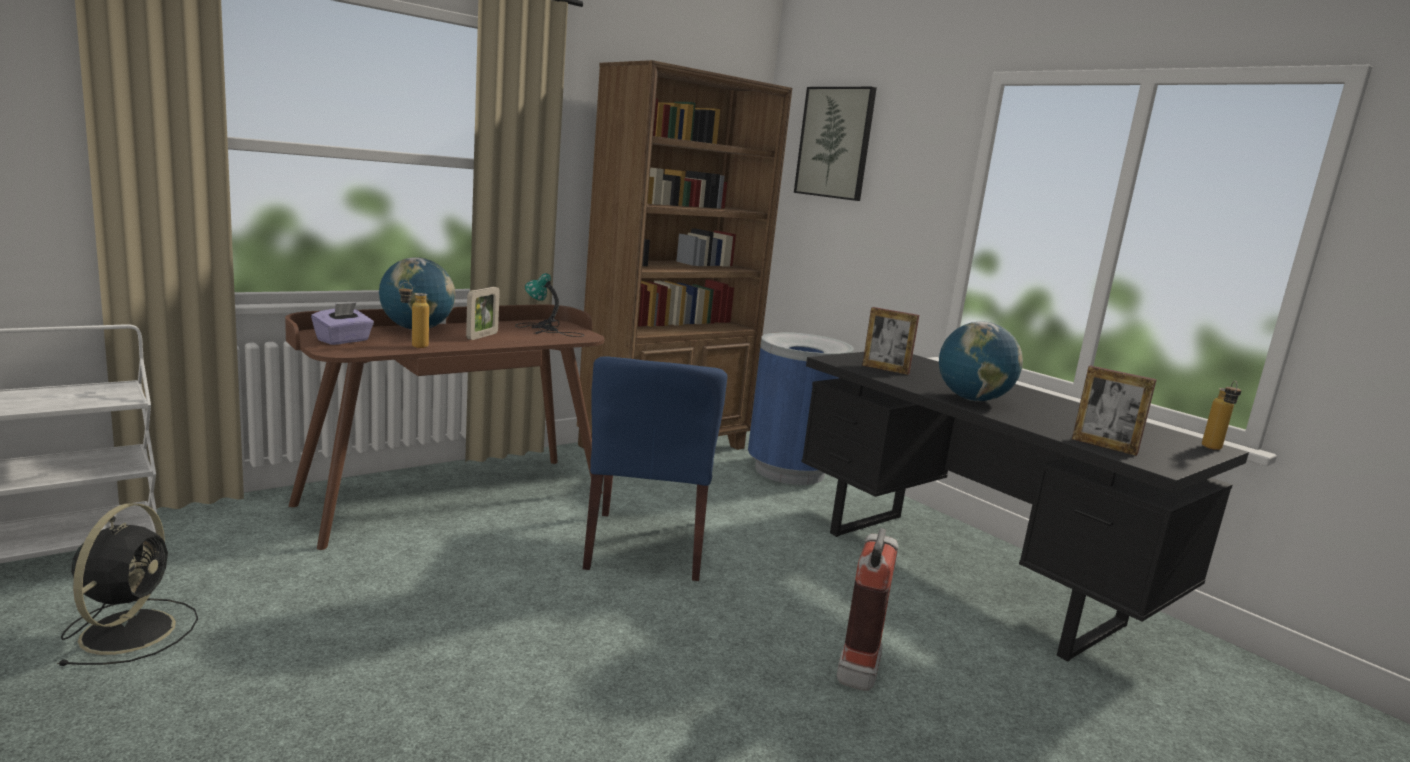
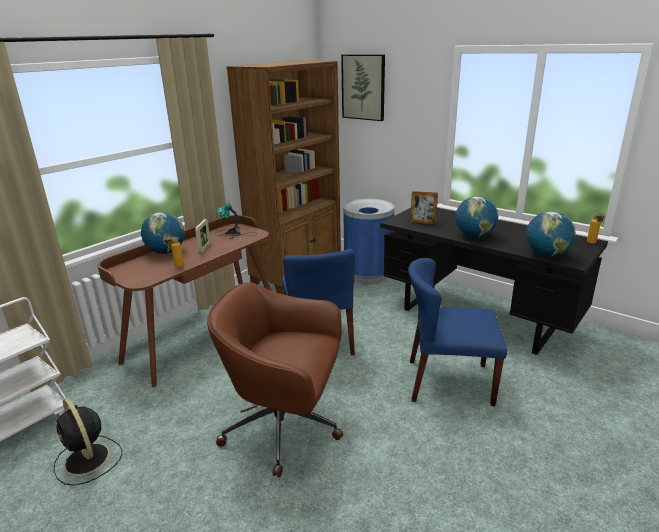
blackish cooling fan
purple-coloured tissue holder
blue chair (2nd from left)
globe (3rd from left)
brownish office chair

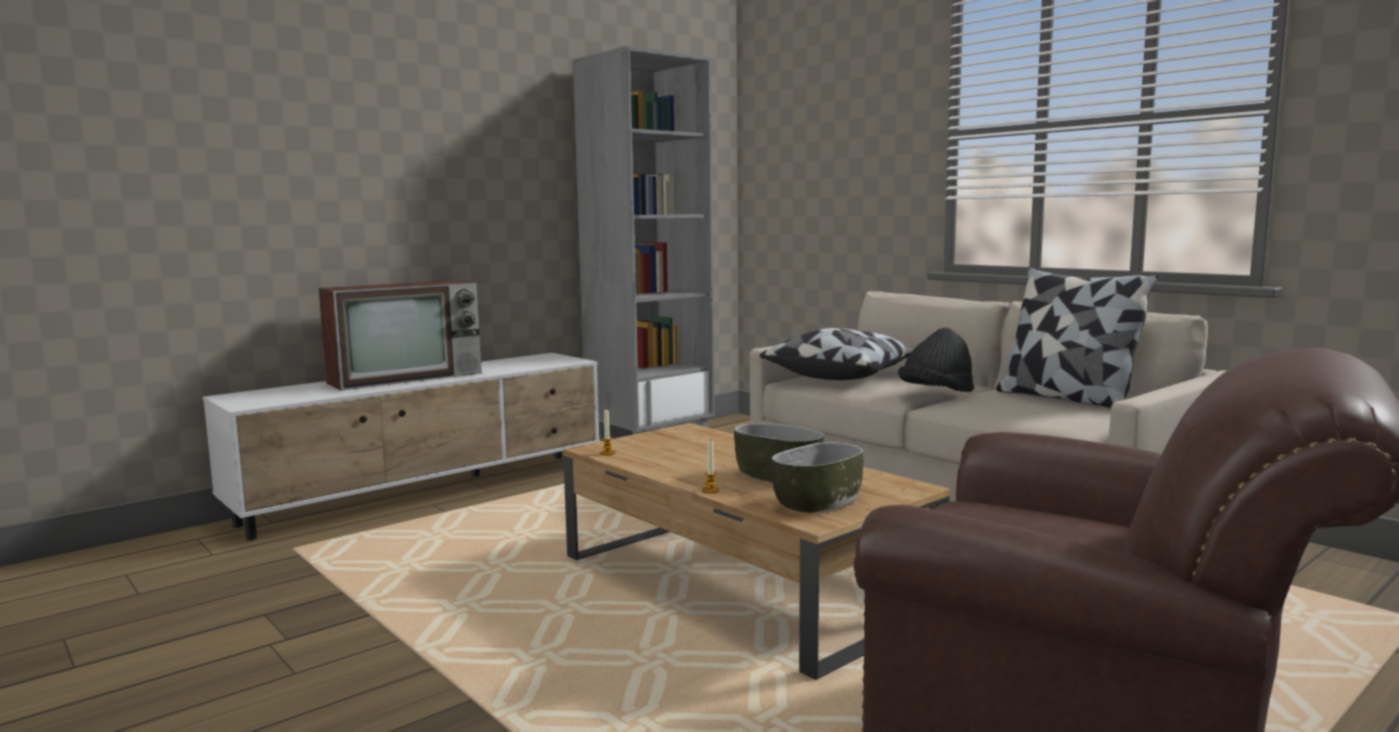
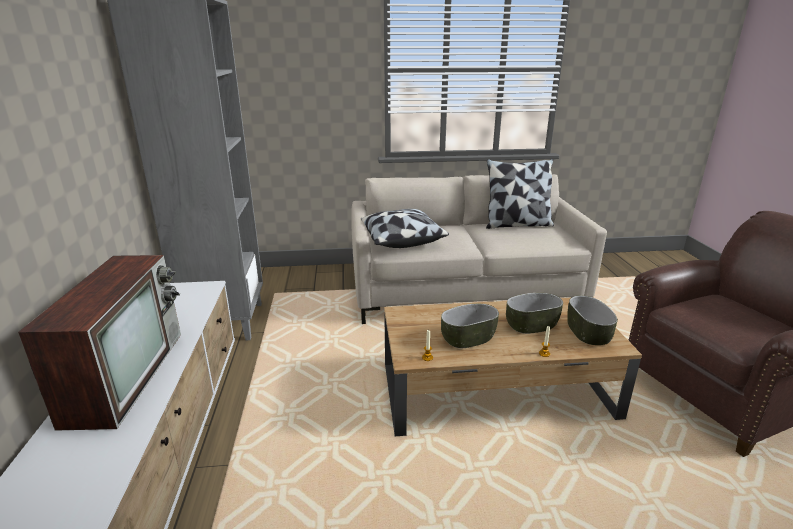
blackish wearable hat
bowl (1st from left)

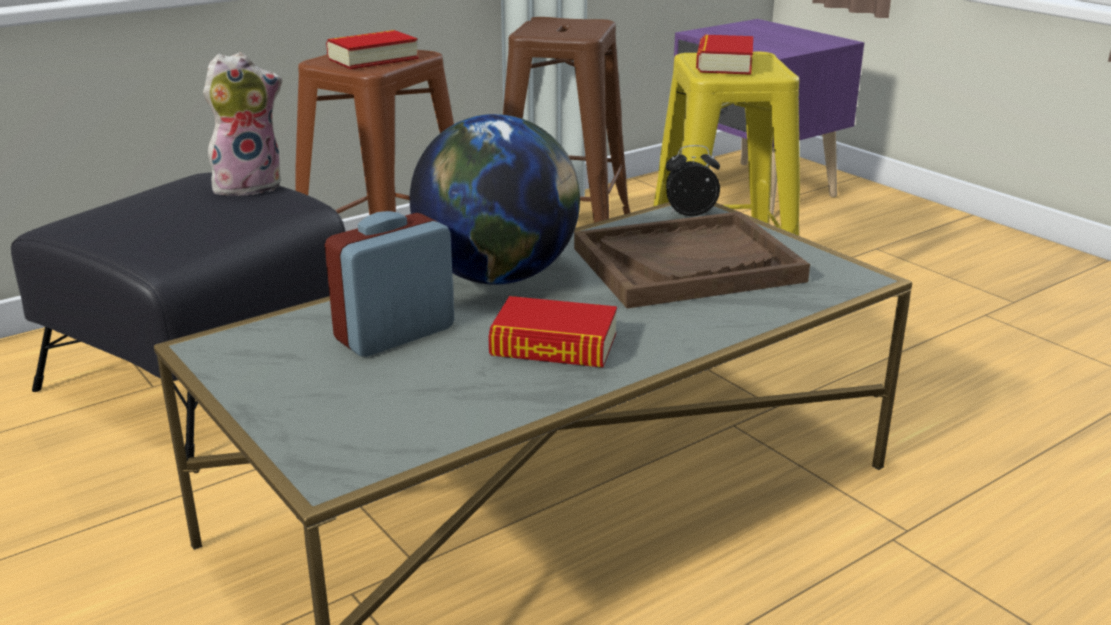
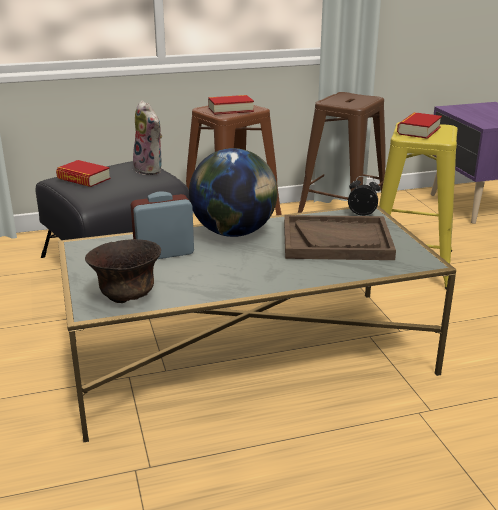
cuddly toy
volume (1st from left)
brownish bowl

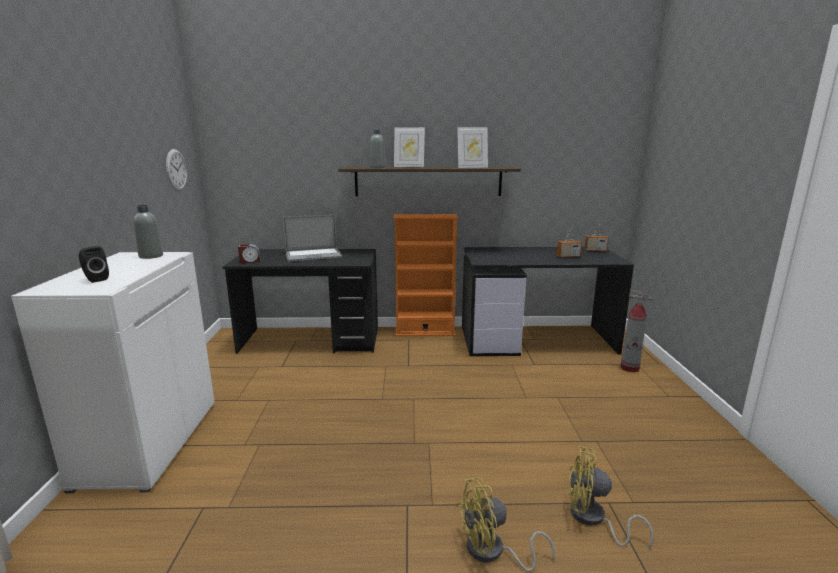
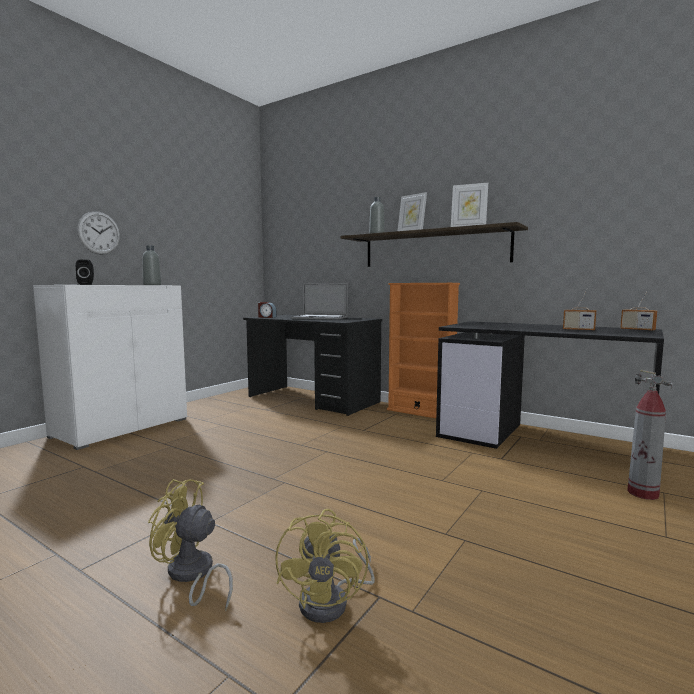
wall clock
yellow-coloured cooling fan (2nd from left)

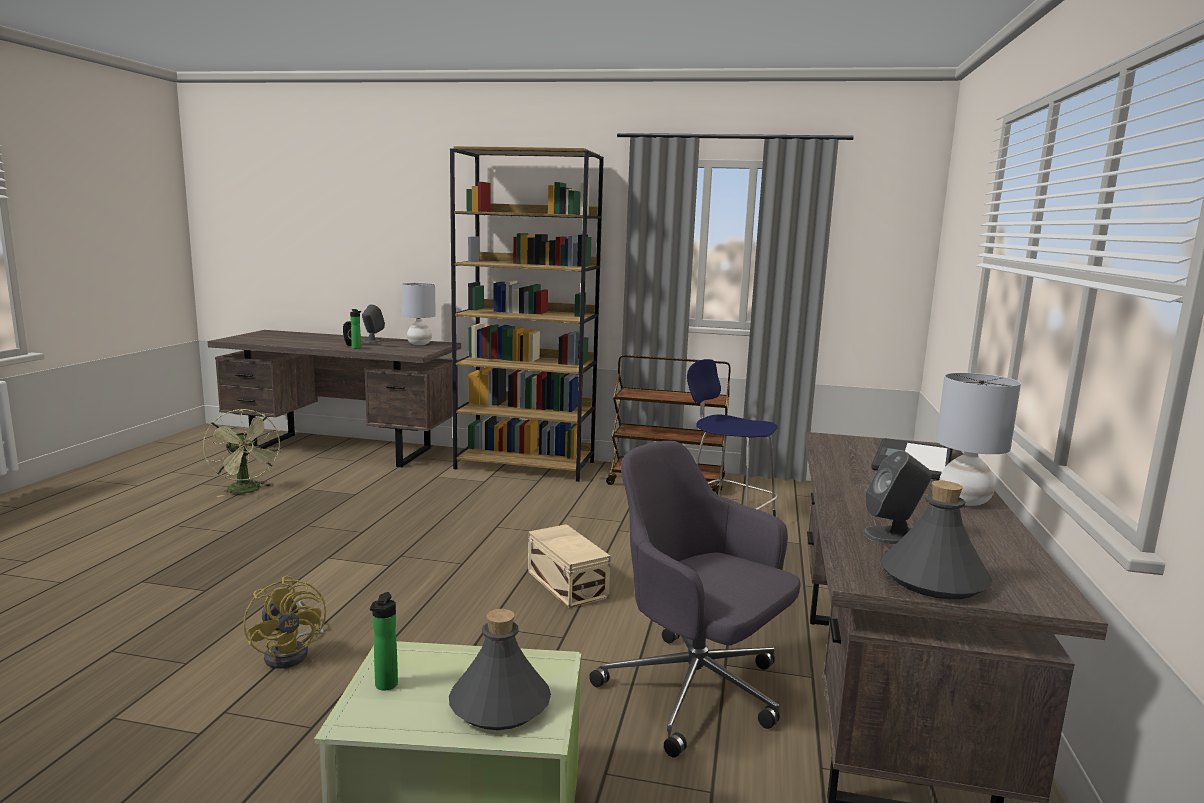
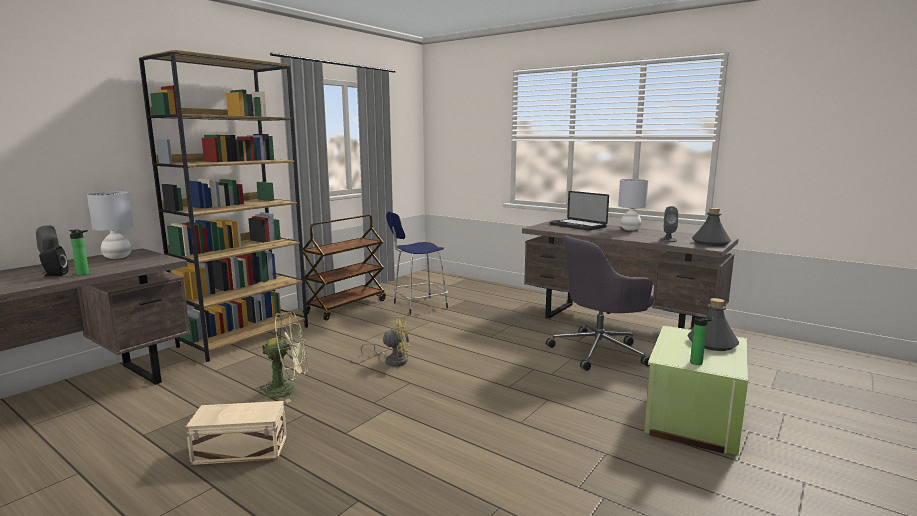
green-coloured cooling fan
yellow-coloured cooling fan
beige-coloured storage container

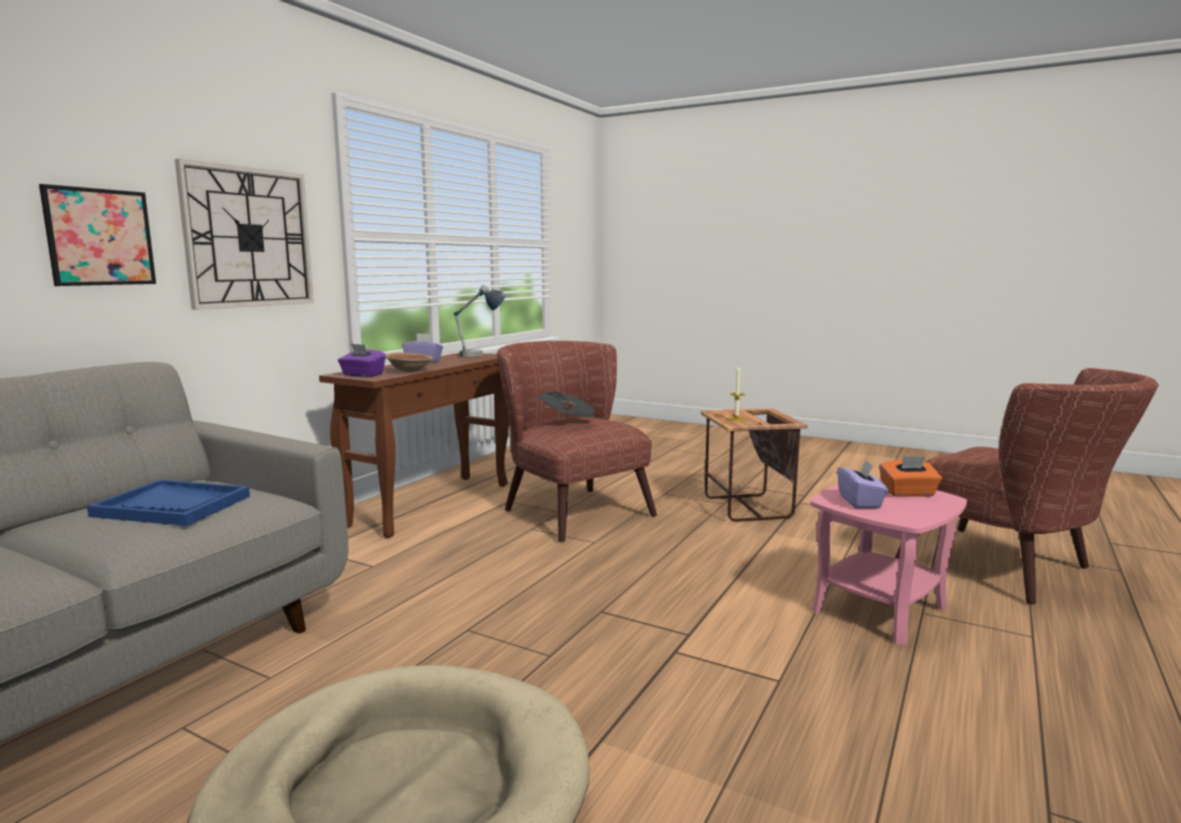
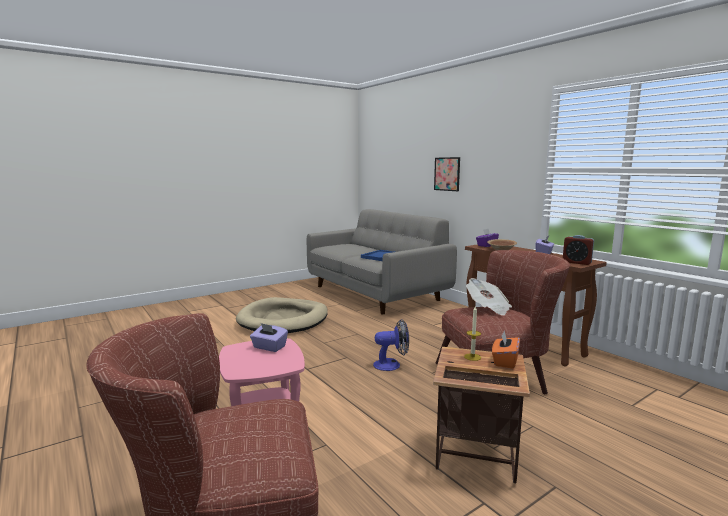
wall clock
bedside clock
orangey tissue holder
cooling fan

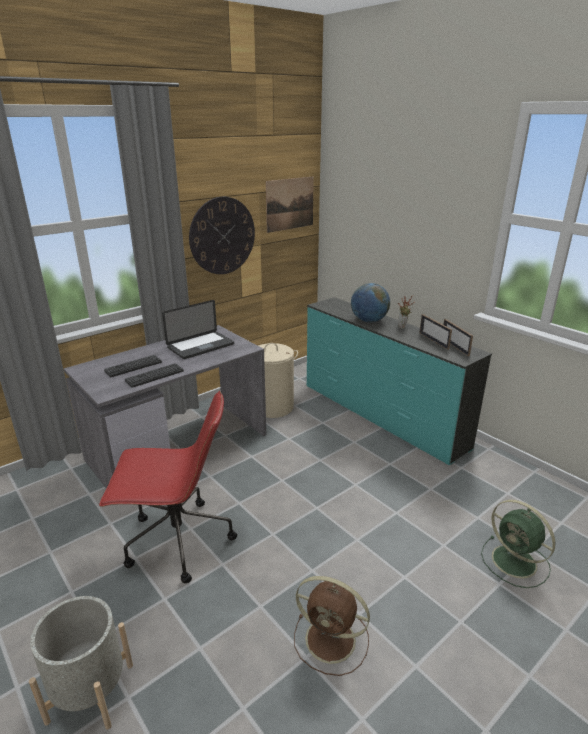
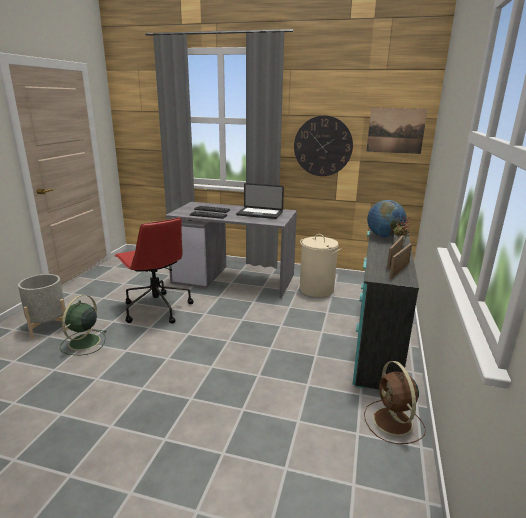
brownish cooling fan
green-coloured cooling fan

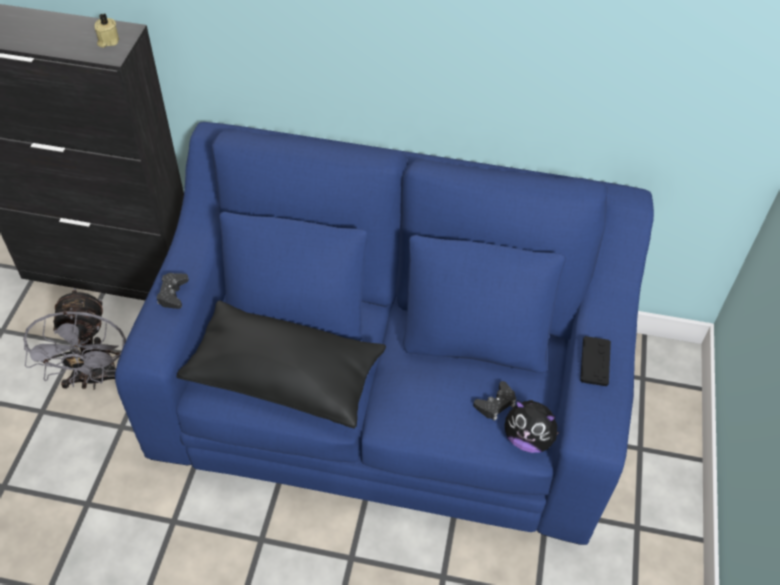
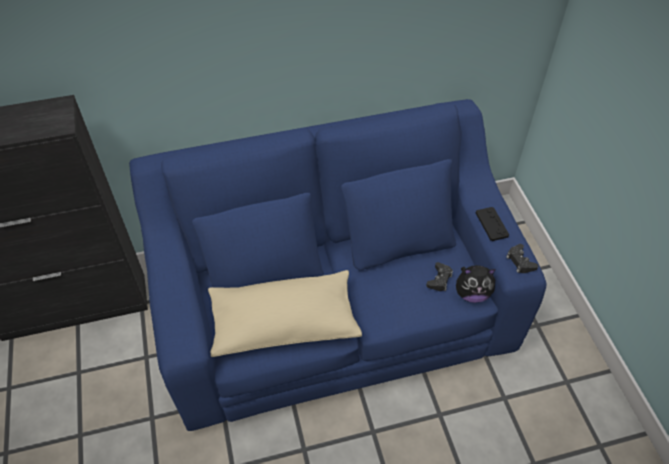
gray cooling fan
beige-coloured wax light
blackish joypad (3rd from left)
beige-coloured cushion

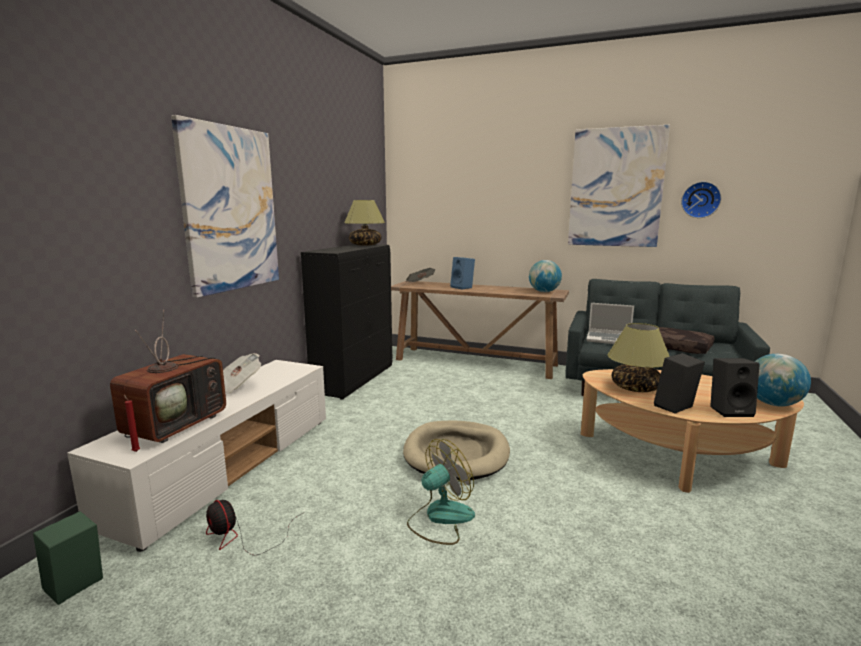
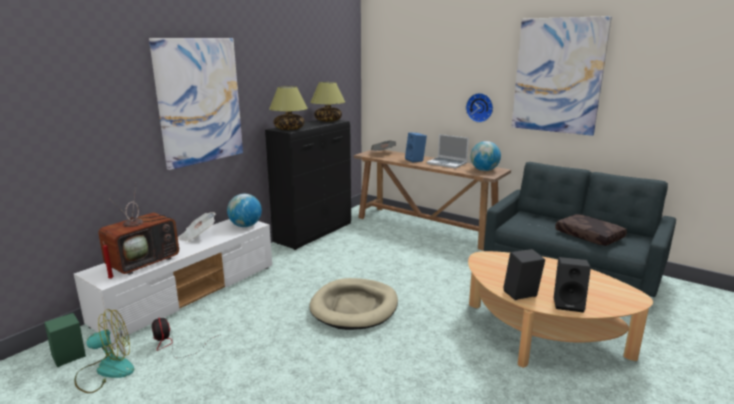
cooling fan (1st from left)
notebook computer
table lamp (1st from left)
wall clock
globe (1st from left)

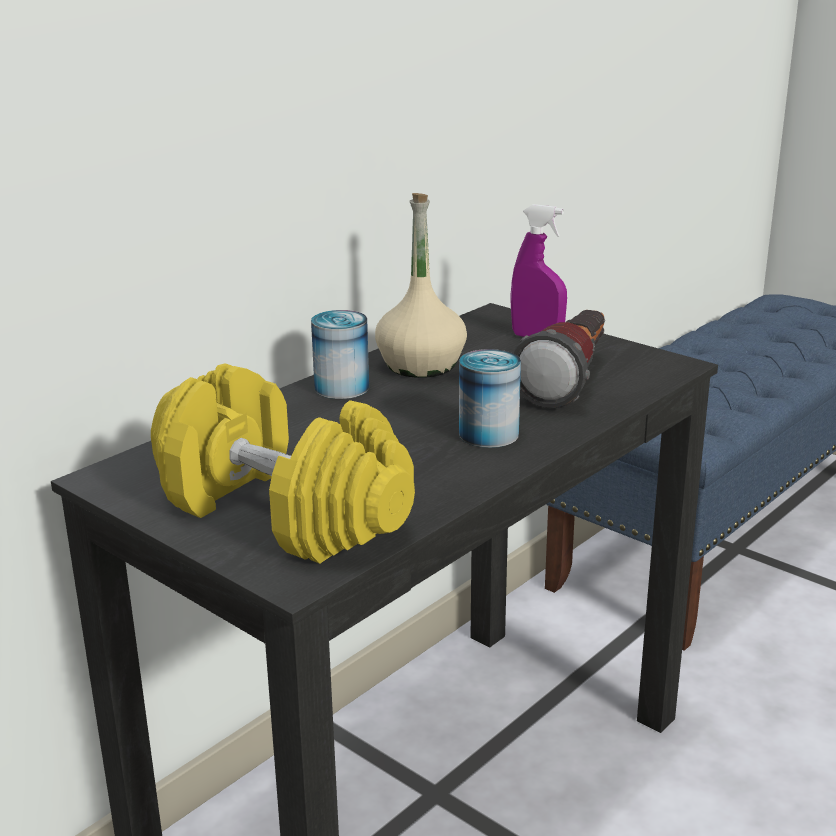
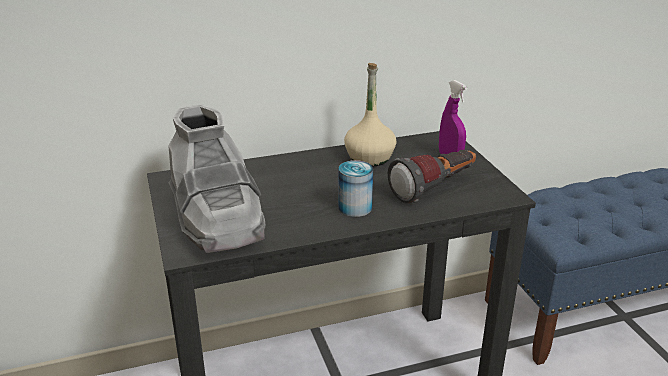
gray boot
metal can (1st from left in the first image)

